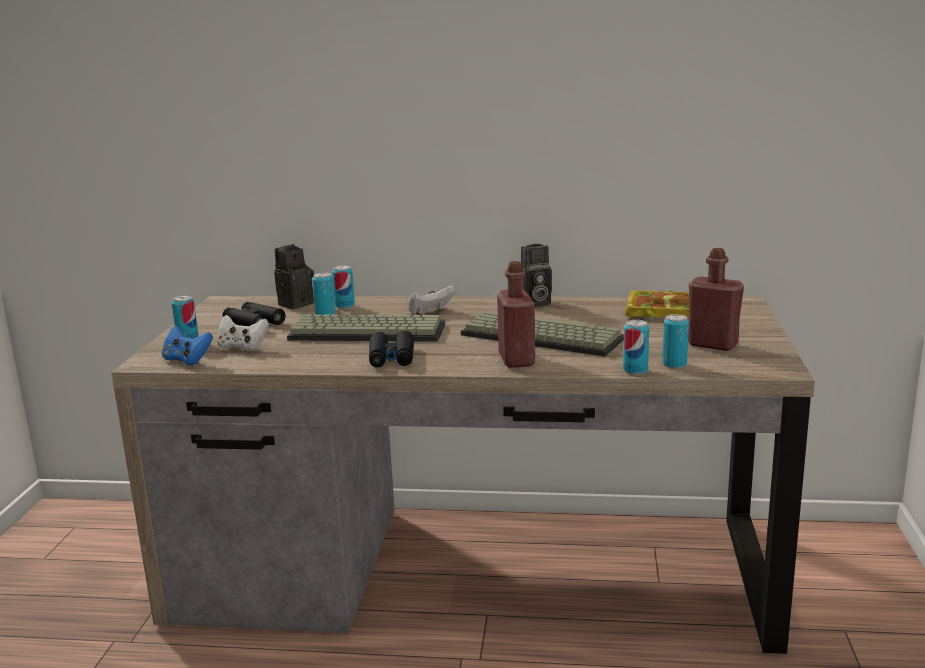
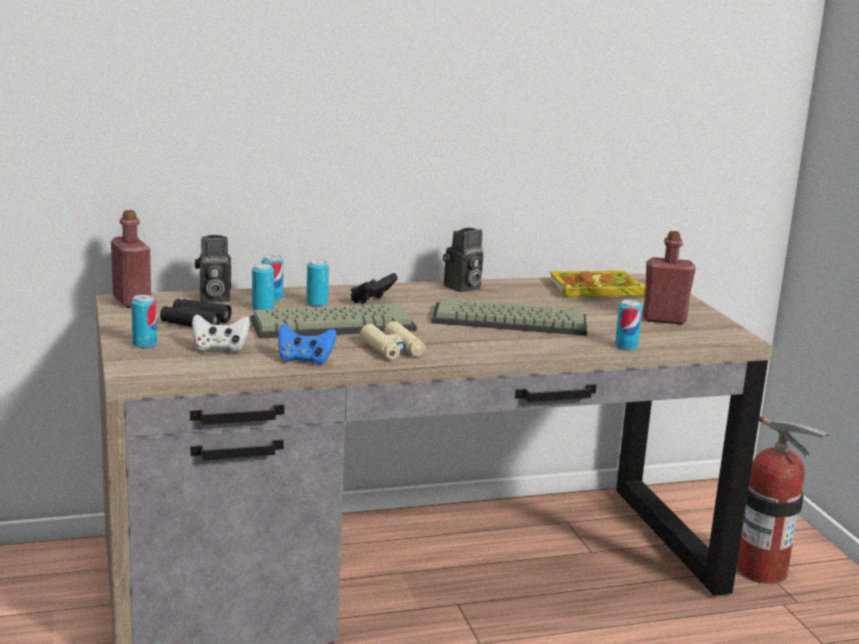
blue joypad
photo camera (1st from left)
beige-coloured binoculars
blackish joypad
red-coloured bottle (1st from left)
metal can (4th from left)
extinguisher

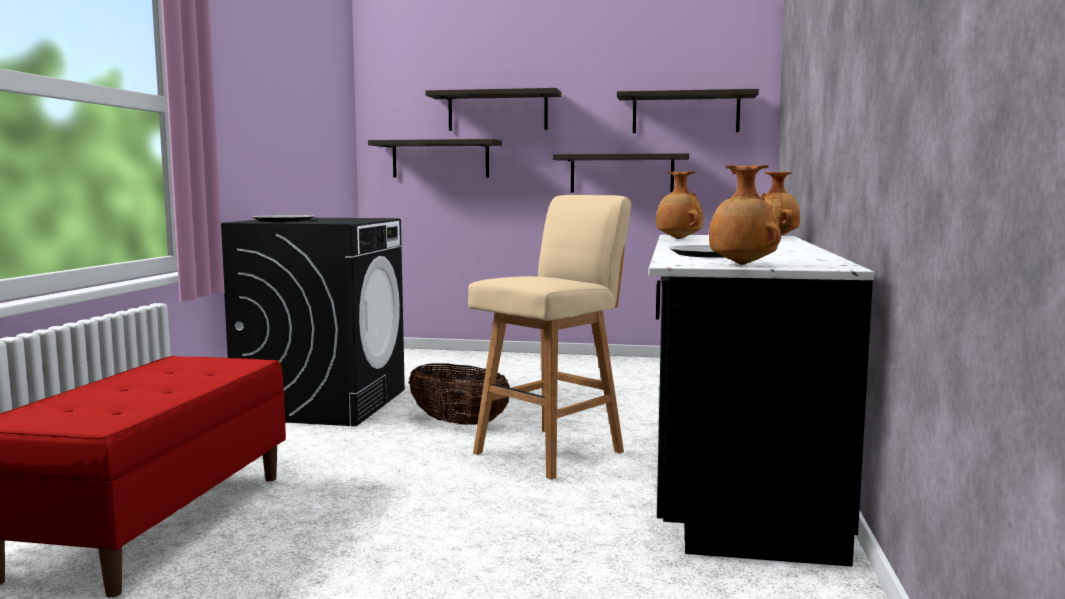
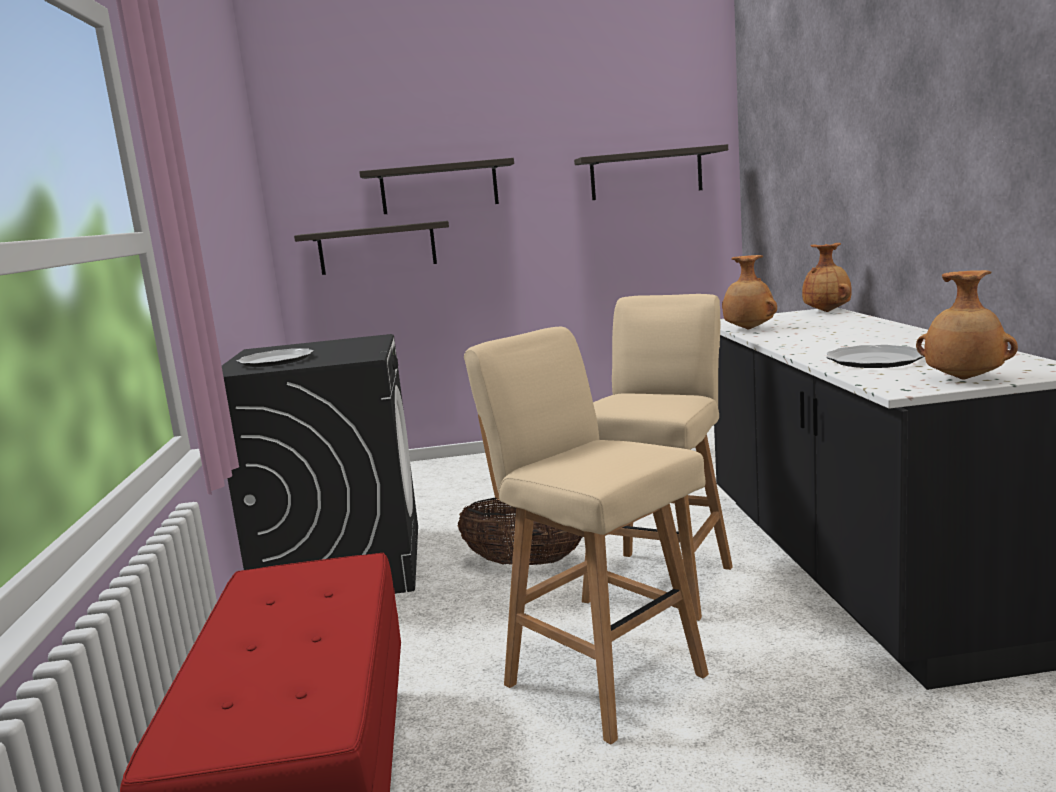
wall shelf (3rd from left in the first image)
beige-coloured stool (1st from left)

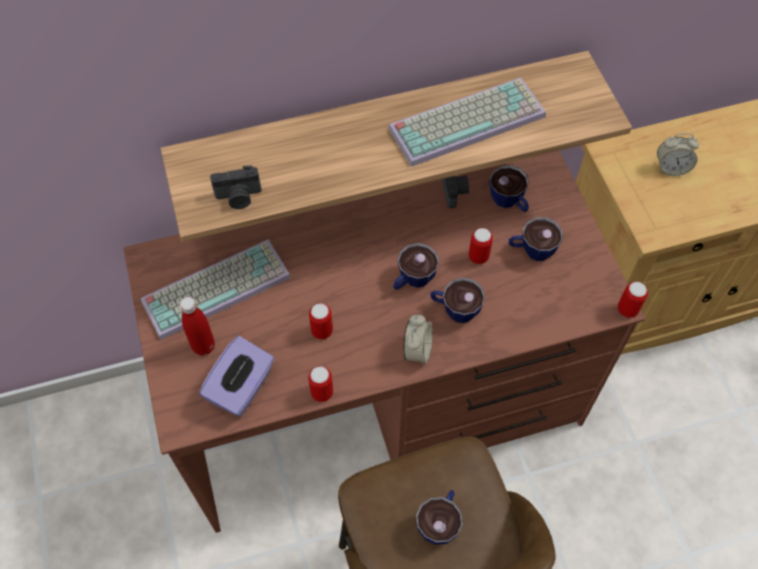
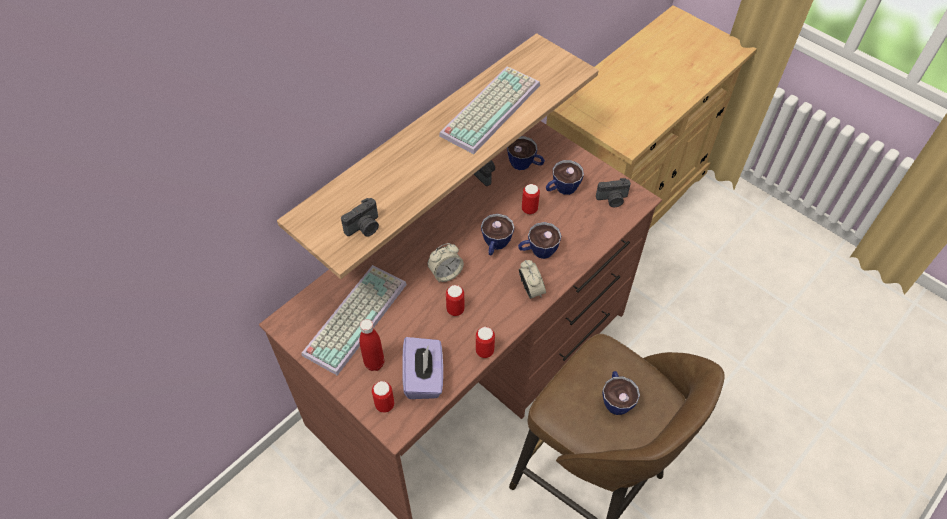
metal can (1st from left)
bedside clock (1st from left)
photo camera (3rd from left)

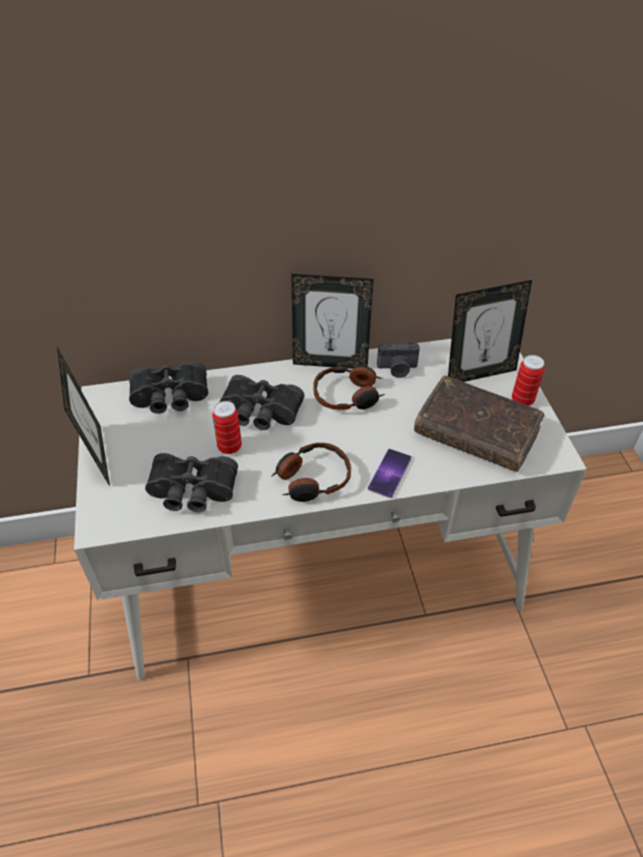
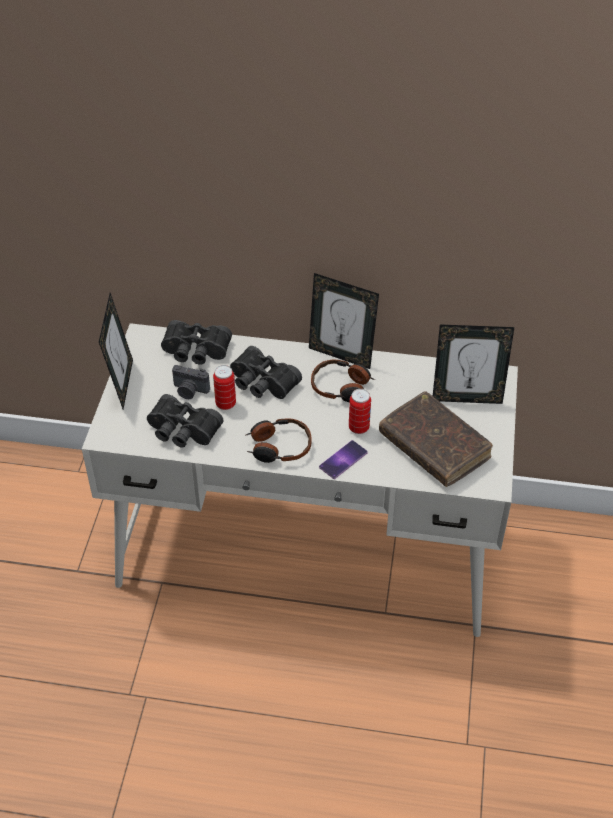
photo camera
metal can (2nd from left)

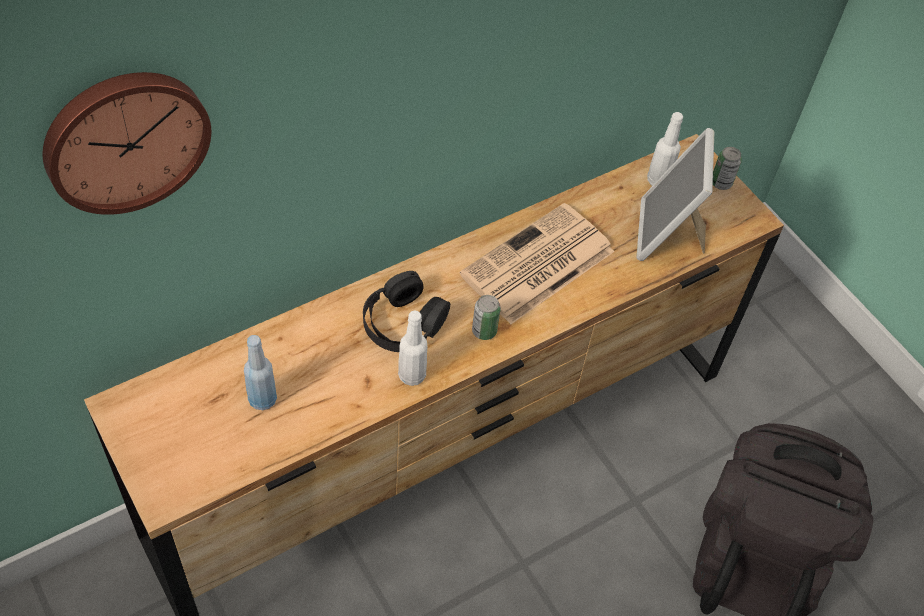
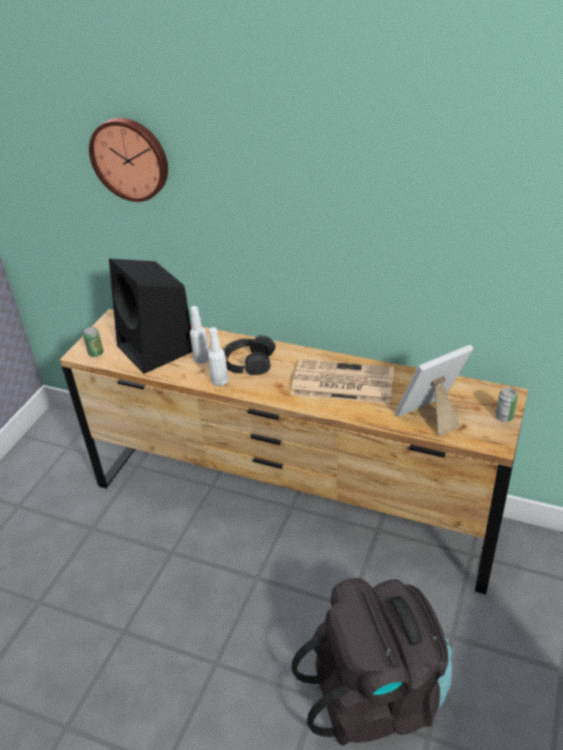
blackish audio speaker
metal can (1st from left)
white-coloured bottle (1st from left)

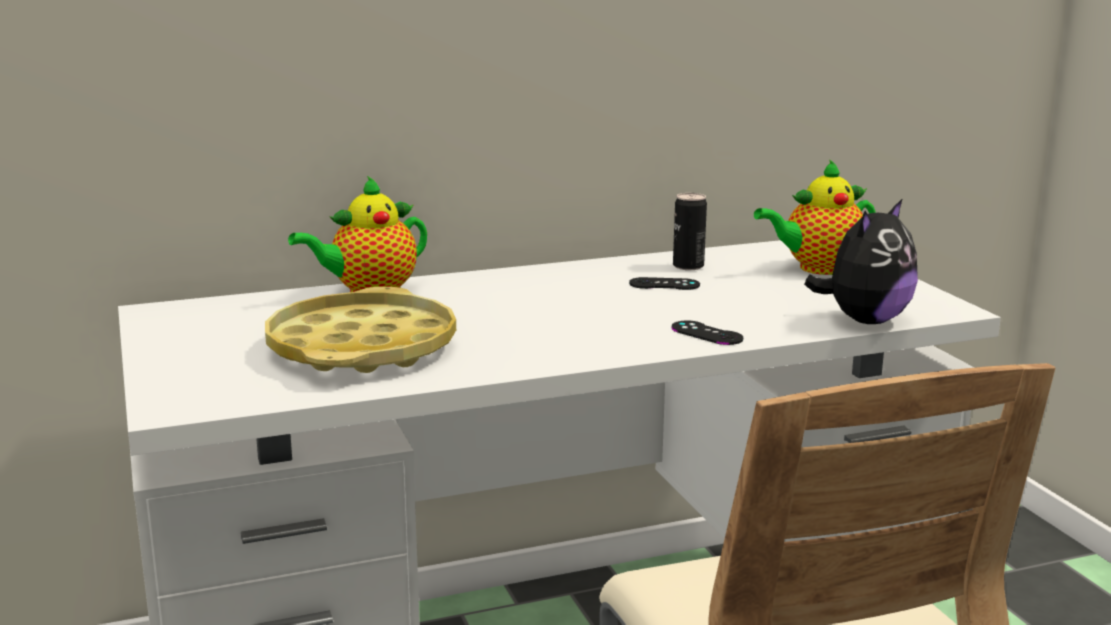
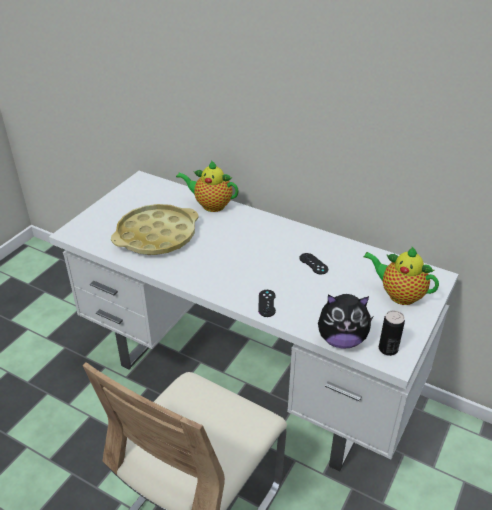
metal can

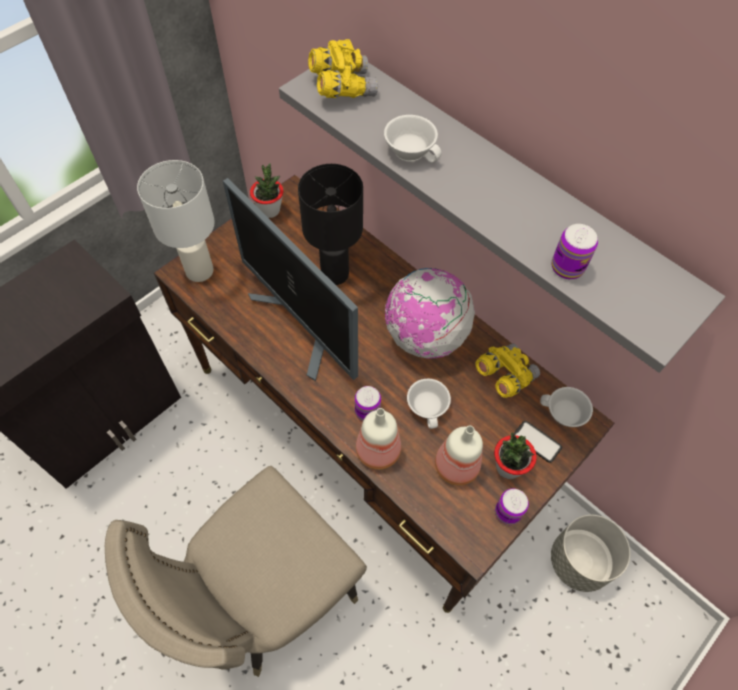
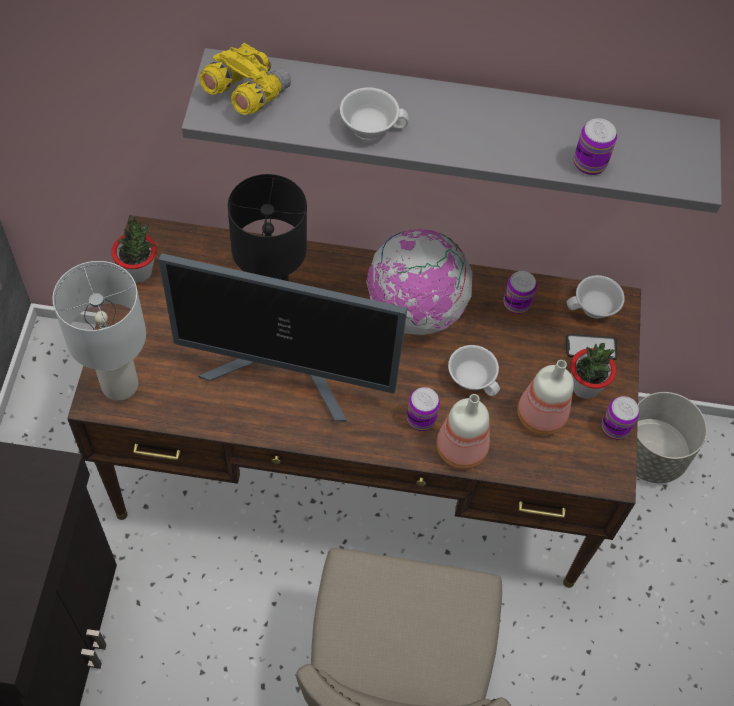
metal can (2nd from left)

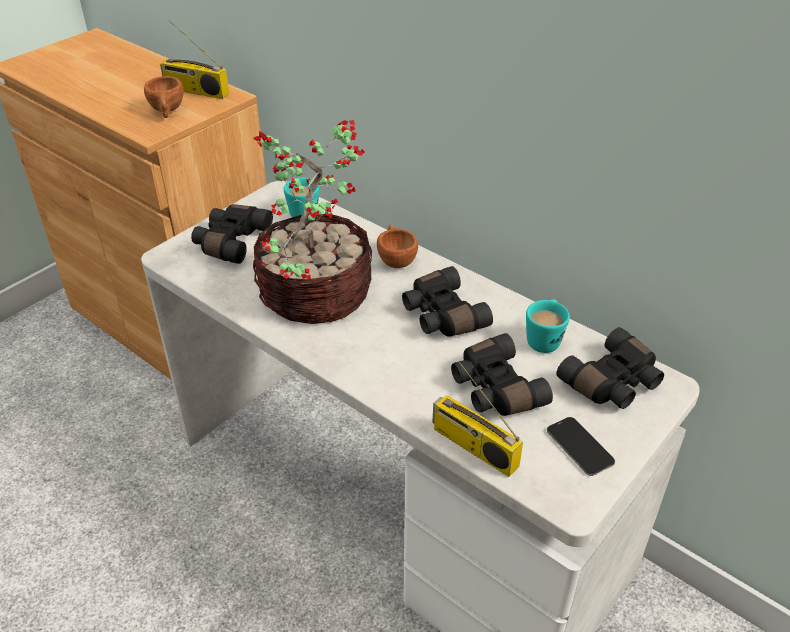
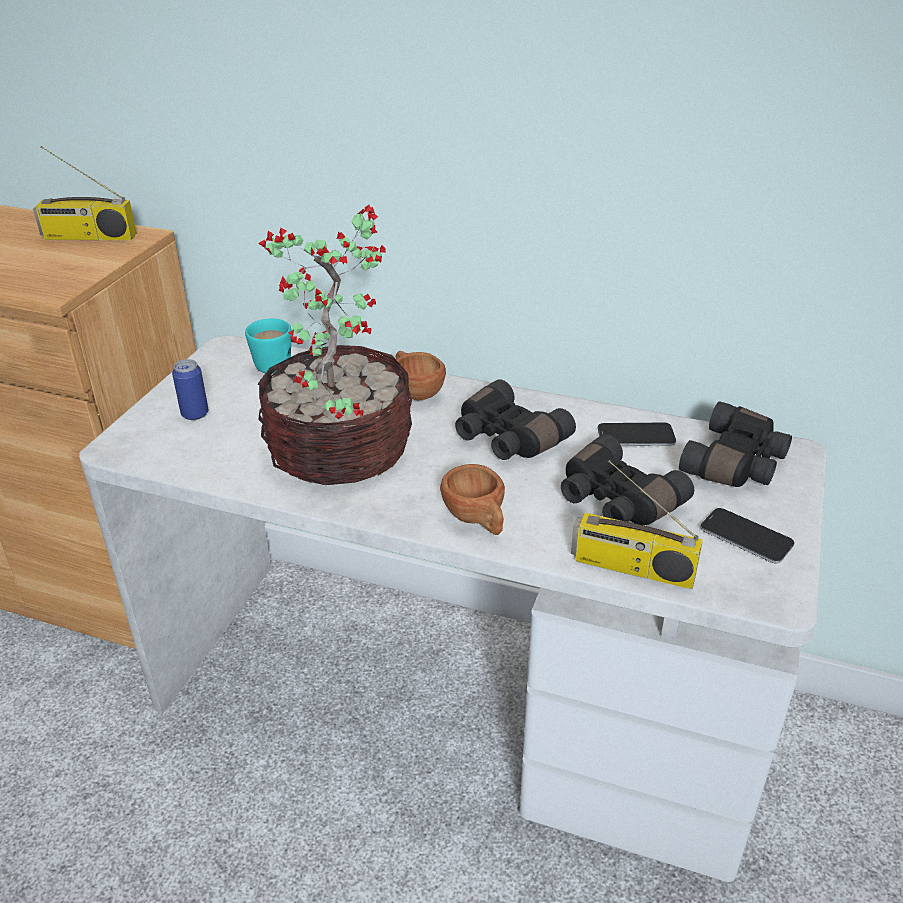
brownish cup (2nd from left)
metal can
phone (1st from left)

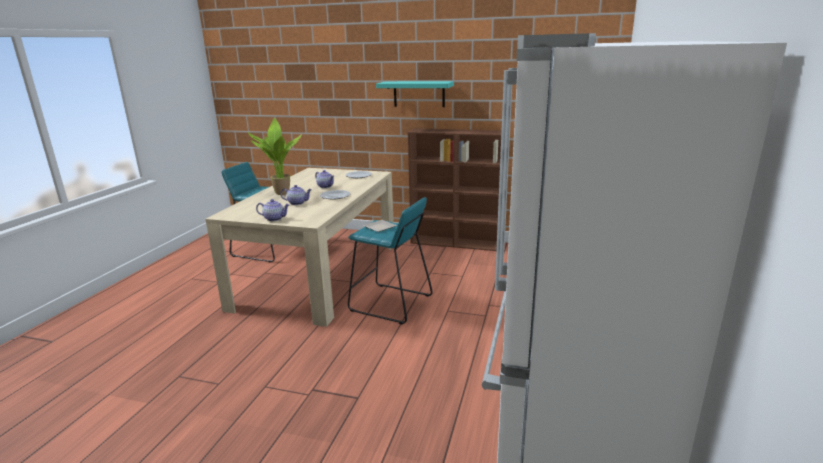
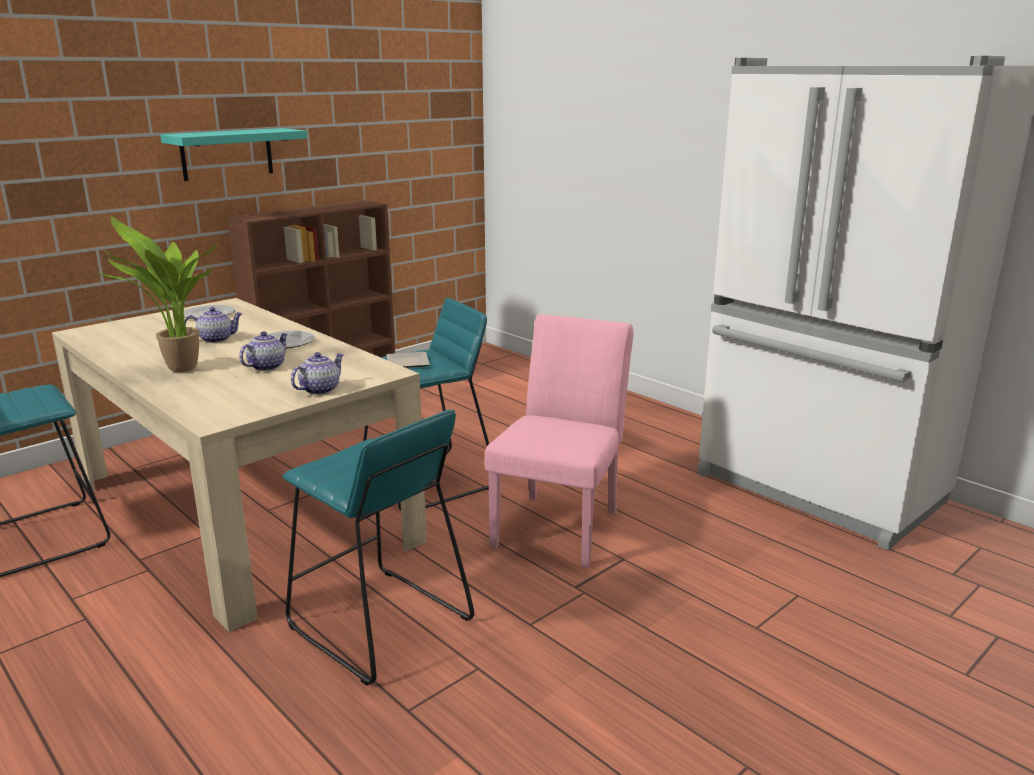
turquoise-coloured stool (2nd from left)
pinkish chair

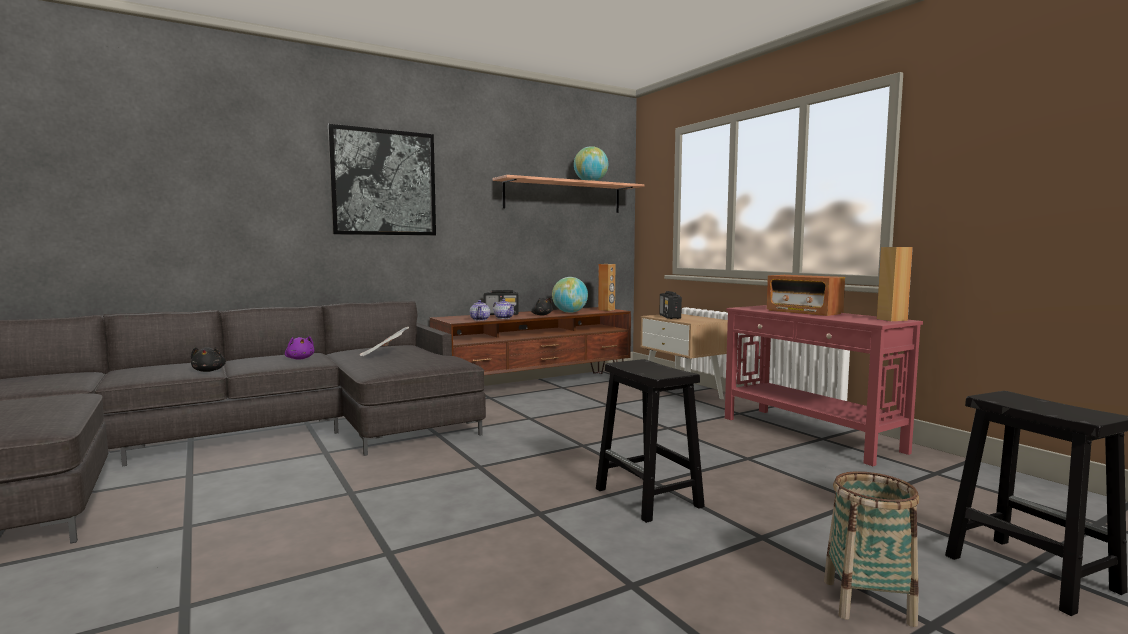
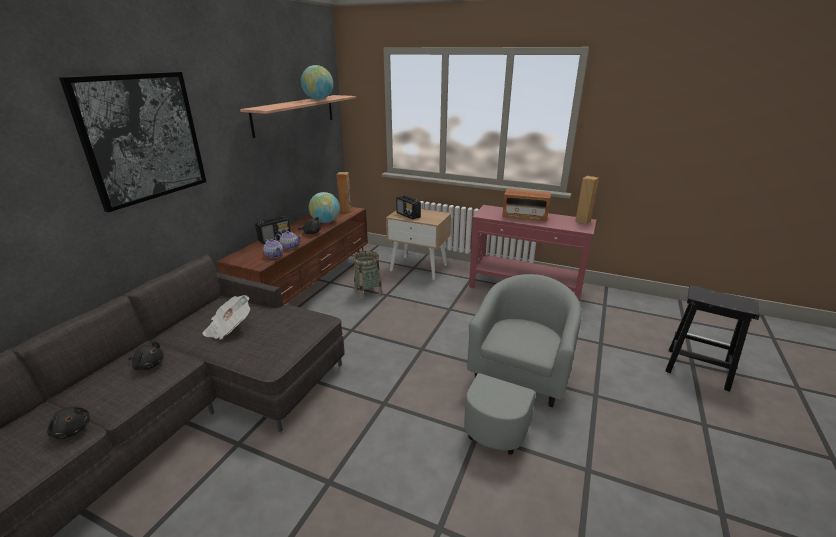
blackish cuddly toy (2nd from left)
gray lounge chair
household basket

